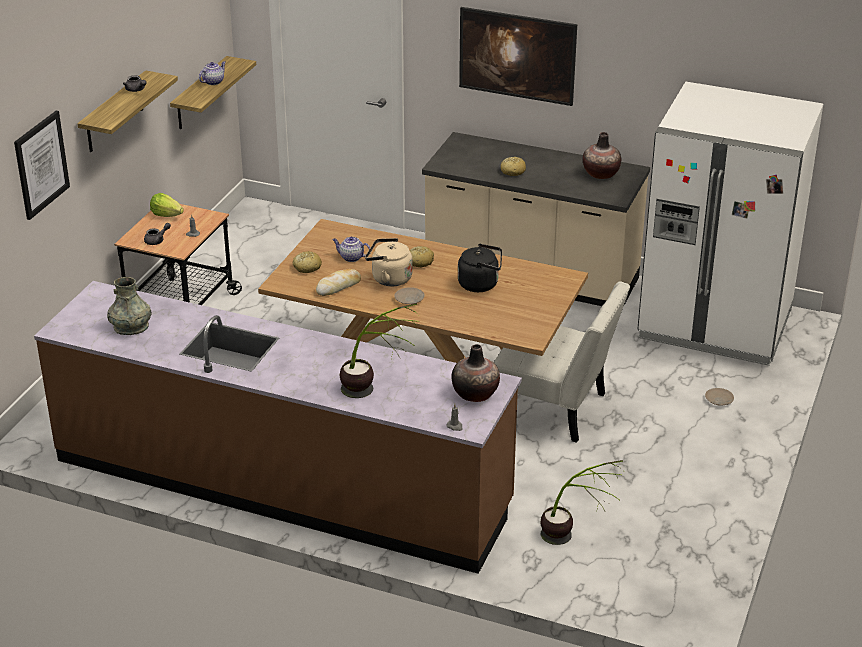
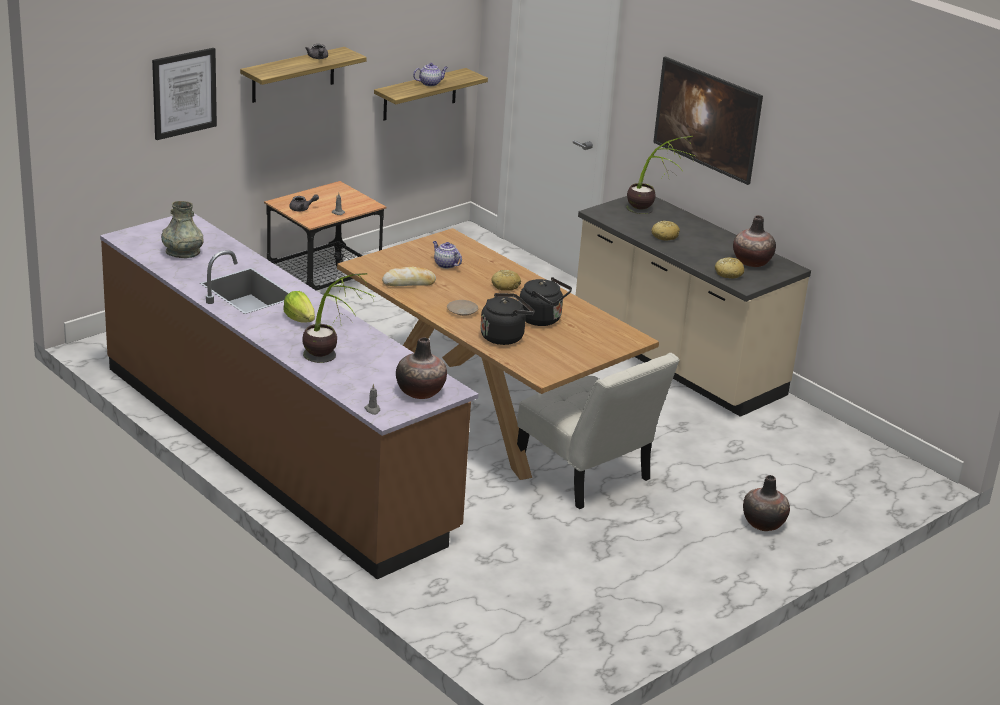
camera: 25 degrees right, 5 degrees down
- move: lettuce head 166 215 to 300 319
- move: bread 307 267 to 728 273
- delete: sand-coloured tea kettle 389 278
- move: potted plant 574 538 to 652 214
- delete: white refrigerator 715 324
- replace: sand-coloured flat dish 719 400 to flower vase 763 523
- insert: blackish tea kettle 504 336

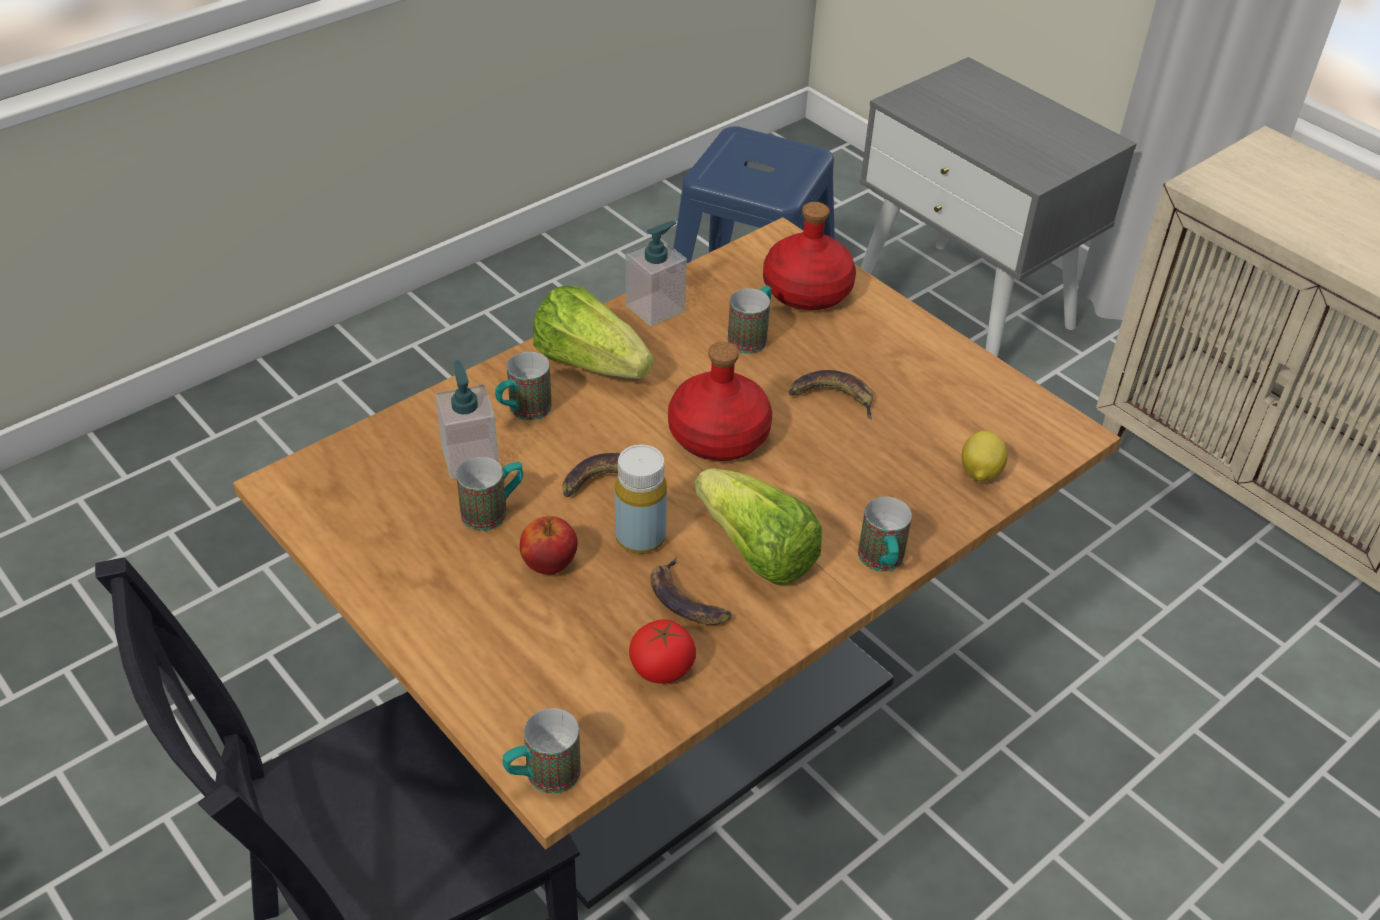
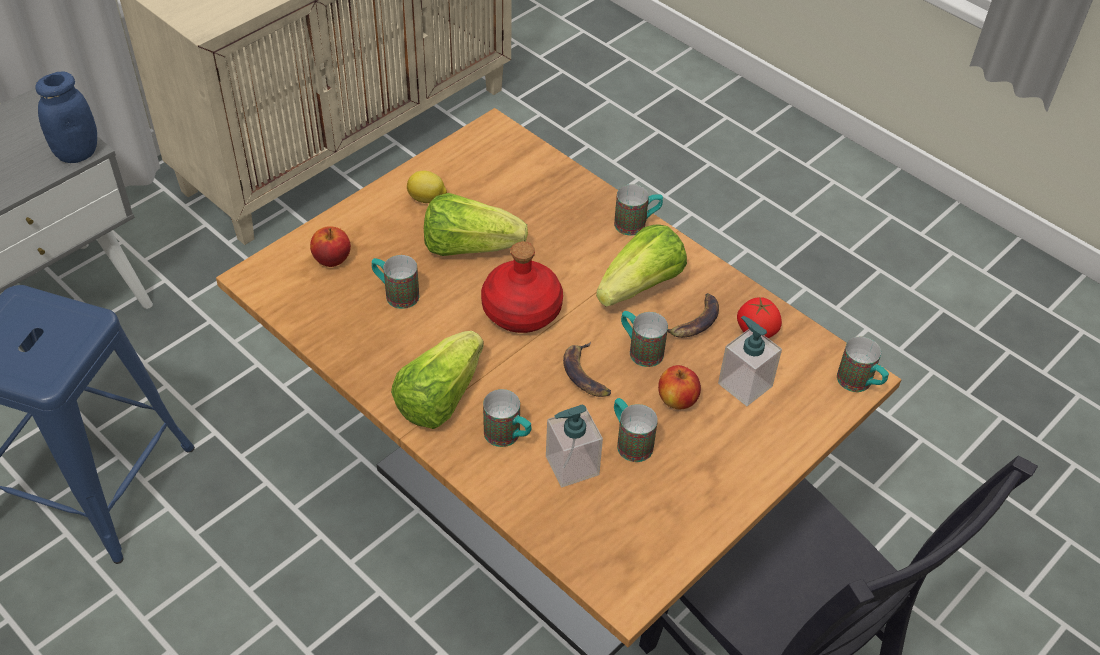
camera: 95 degrees left, 5 degrees up
- replace: yellowish bottle 640 538 to mug 640 350
- move: soap dispenser 655 308 to 744 385
- replace: reddish bottle 808 291 to apple fruit 332 259
- replace: whole banana 831 397 to lettuce head 469 246
- move: whole lemon 979 473 to 427 199
- insert: blue preserve jar 77 153

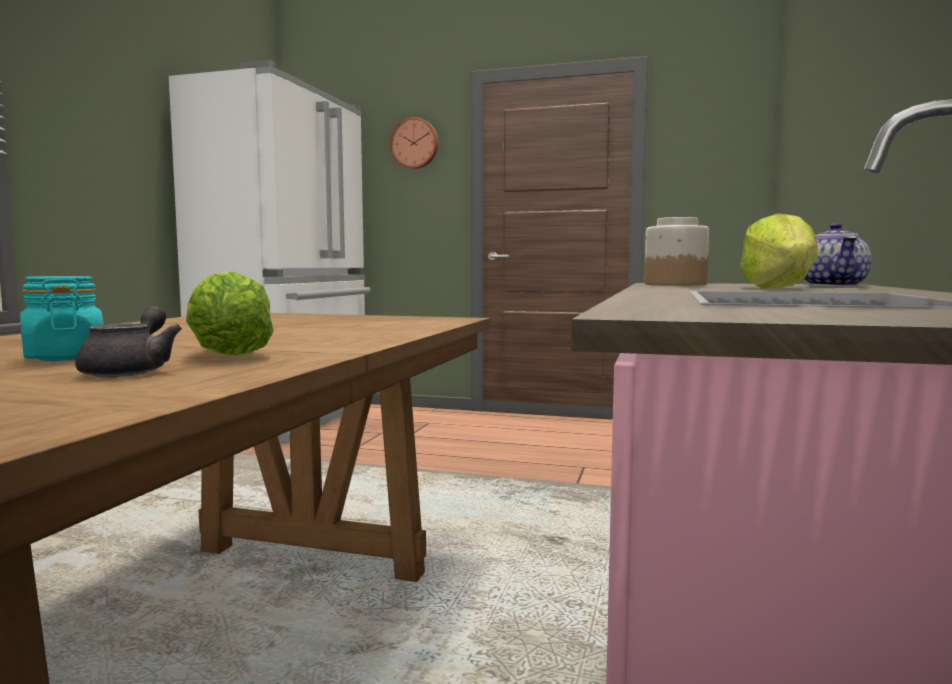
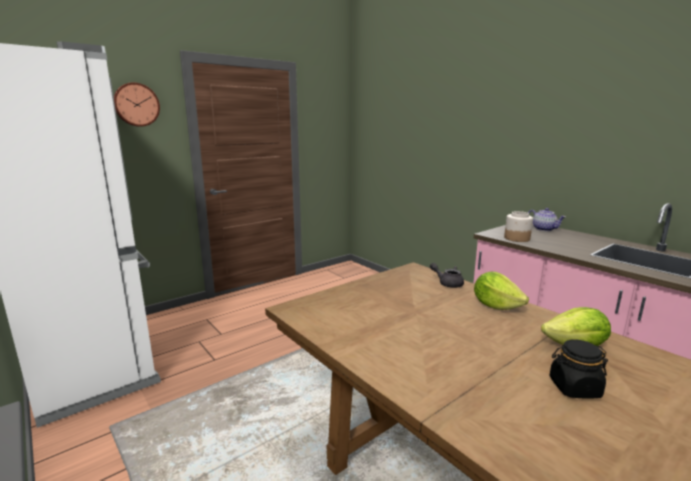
camera: 55 degrees left, 10 degrees up
- recolor: turquoise-coloured preserve jar 64 358 to blackish preserve jar 574 388
- move: grey pot for tea 132 371 to 447 283
- move: lettuce head 779 288 to 496 305

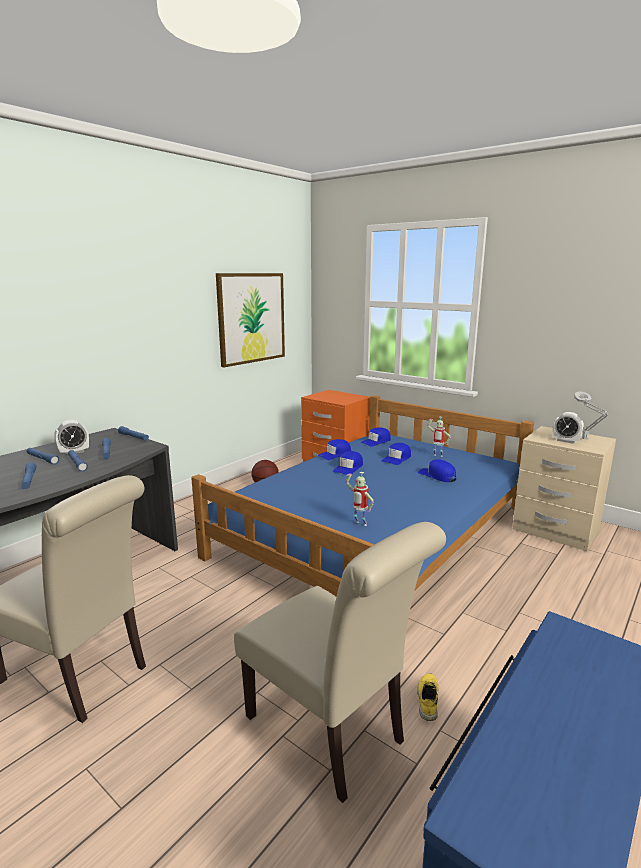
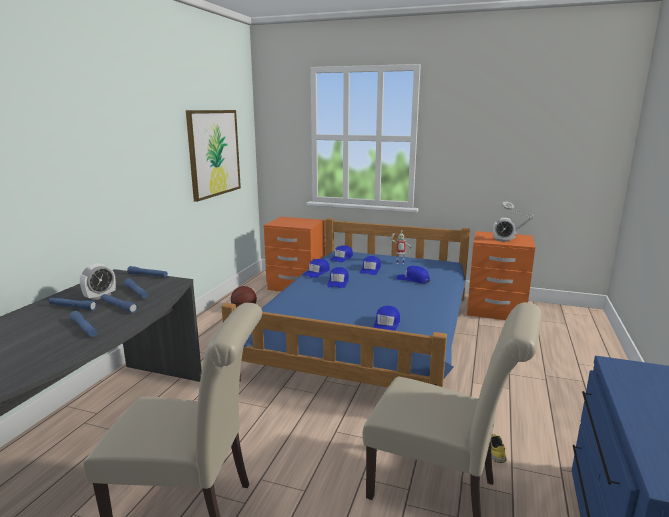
camera: 20 degrees left, 0 degrees up
- replace: toy robot 359 524 to blue cap 386 325
- recolor: sand-coloured night table 555 530 to orangey night table 495 311

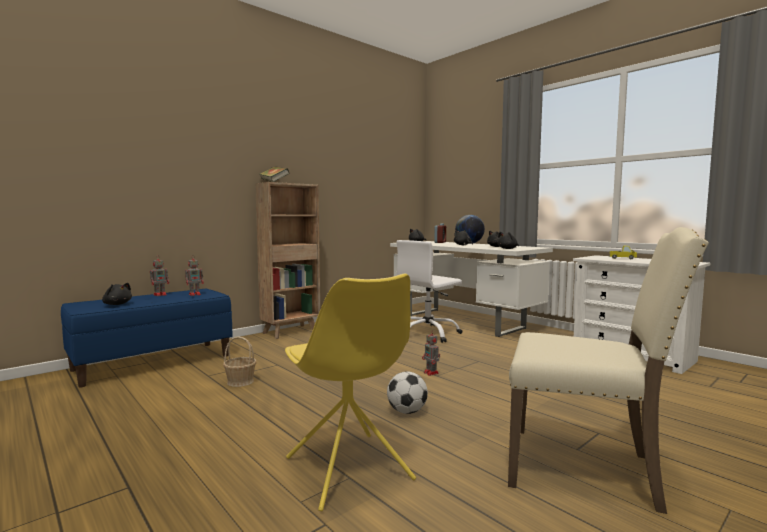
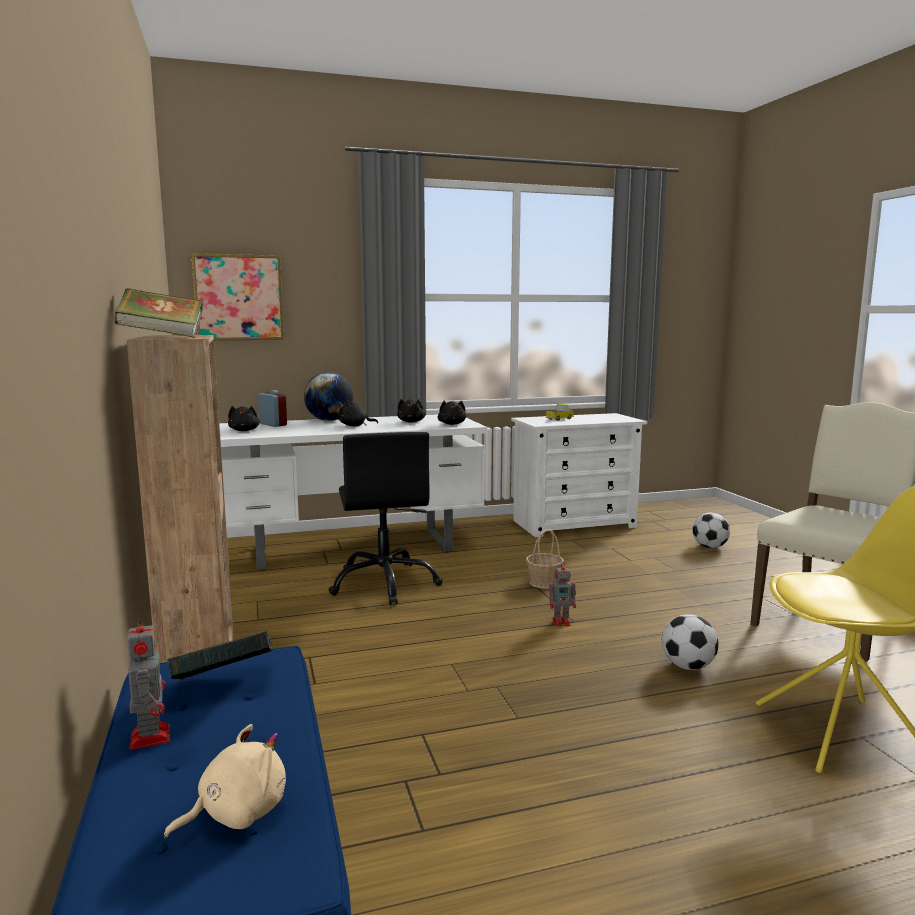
camera: 65 degrees left, 5 degrees up
- recolor: blackish plush toy 117 304 to sand-coloured plush toy 236 813
- replace: toy robot 195 294 to volume 224 683
- move: basket 240 381 to 543 582
- recolor: white computer chair 427 334 to blackish computer chair 385 583
- insert: picture 238 297
- insert: football 709 547

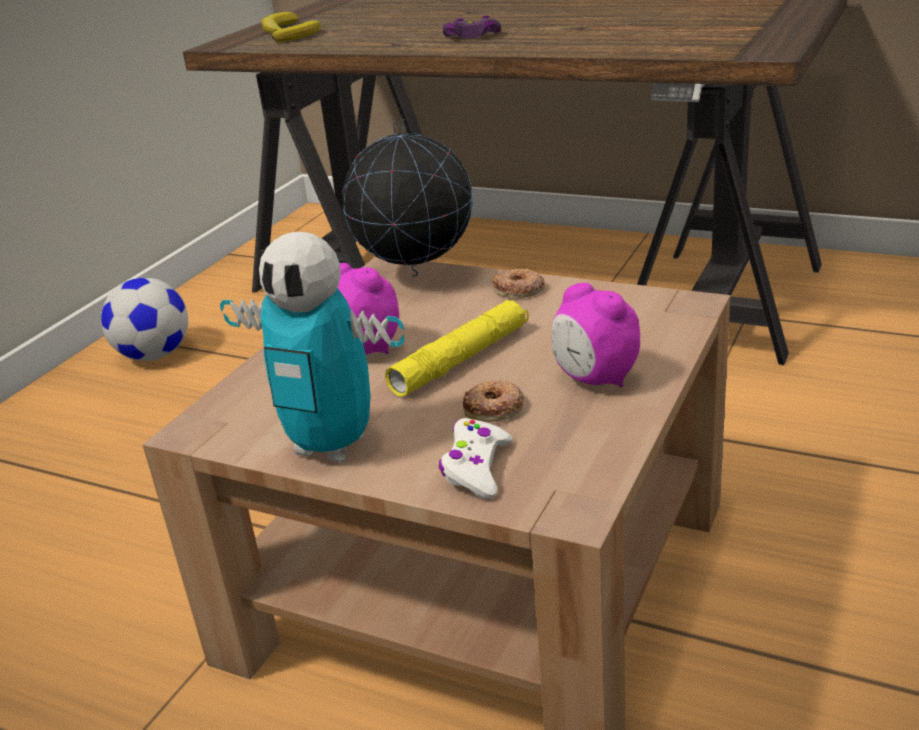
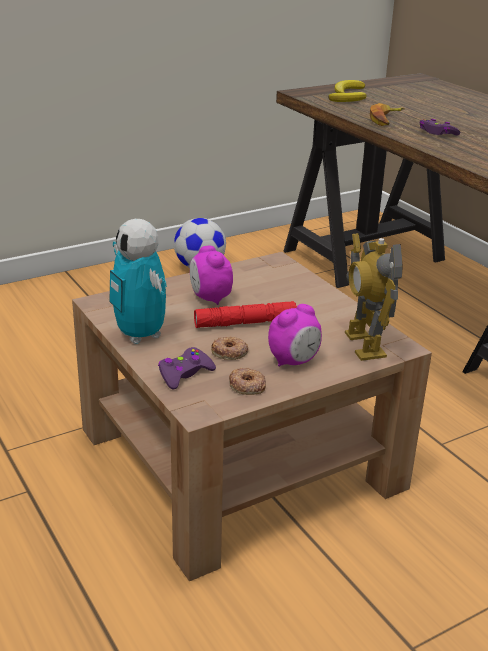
camera: 30 degrees right, 0 degrees up
- delete: globe 417 276
- recolor: yellowish torch 461 359 to reddish torch 247 323
- recolor: white joypad 476 468 to purplish joypad 184 374
- move: ring doughnut 518 289 to 247 386
- rotate: bedside clock 595 379 = 294 361 120 degrees counterclockwise
- insert: toy robot 364 345
- insert: whole banana 386 120

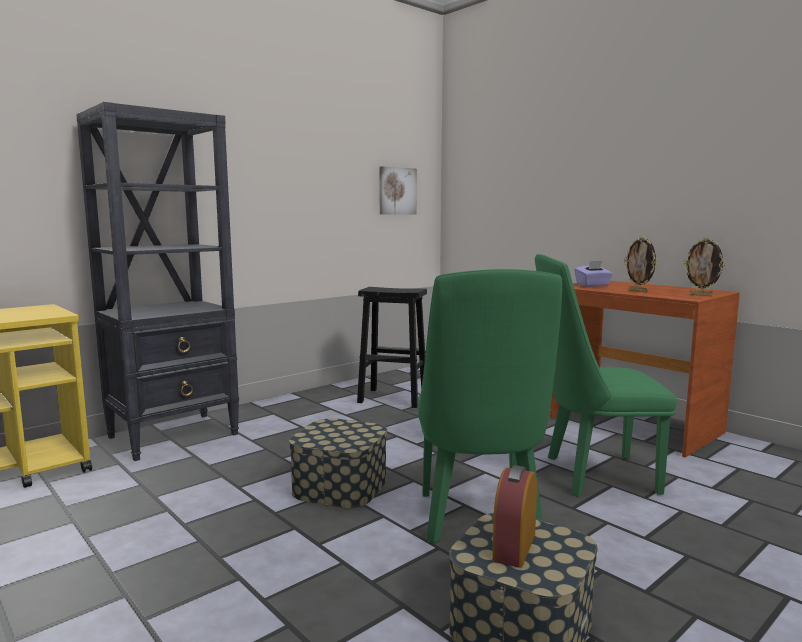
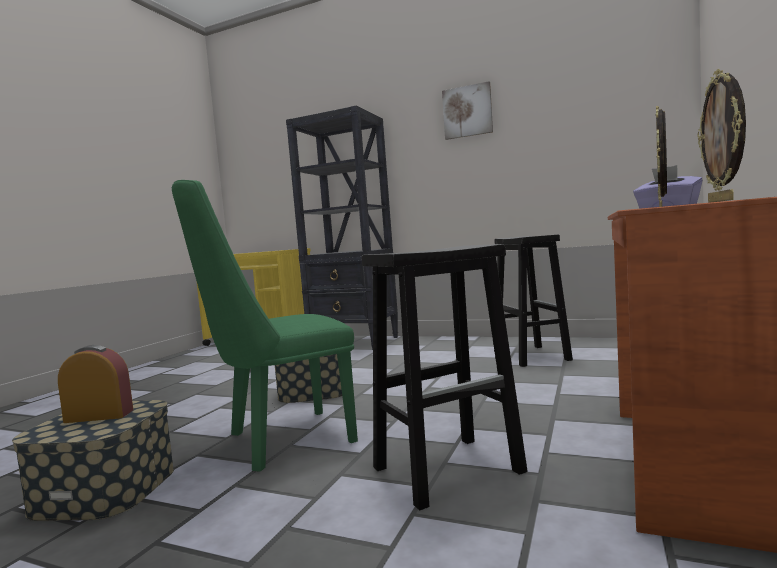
camera: 65 degrees right, 5 degrees down
- move: picture 397 191 to 467 111
- replace: green upright chair 591 475 to blackish stool 449 469

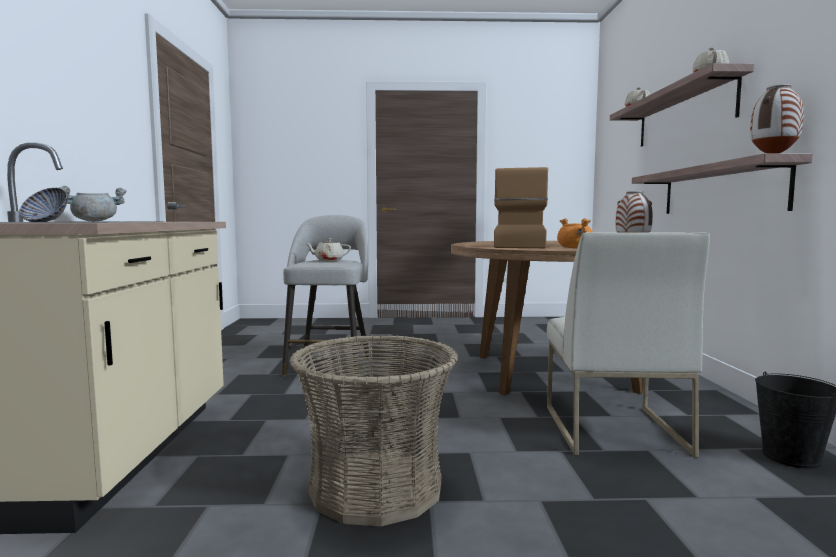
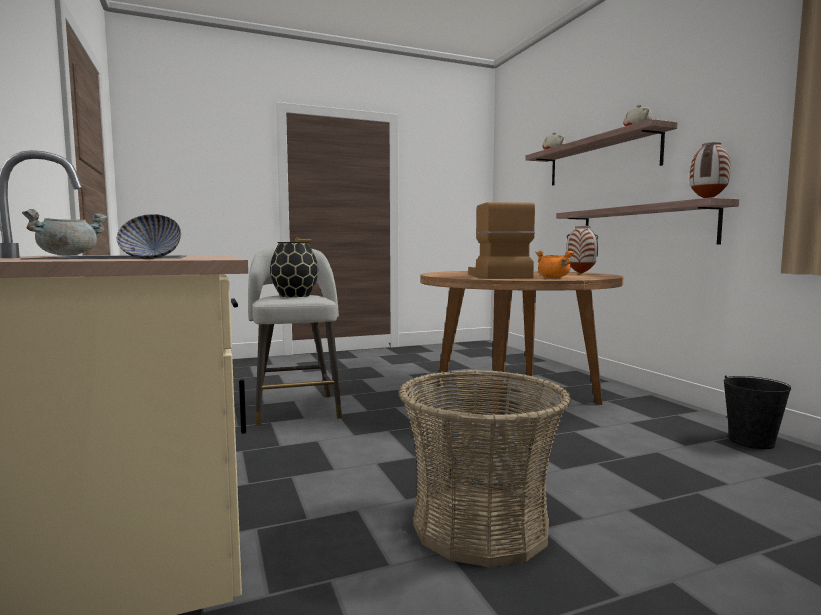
camera: 20 degrees left, 0 degrees up
- replace: sand-coloured pot for tea 328 260 to blackish flower vase 295 295
- delete: white upright chair 612 429

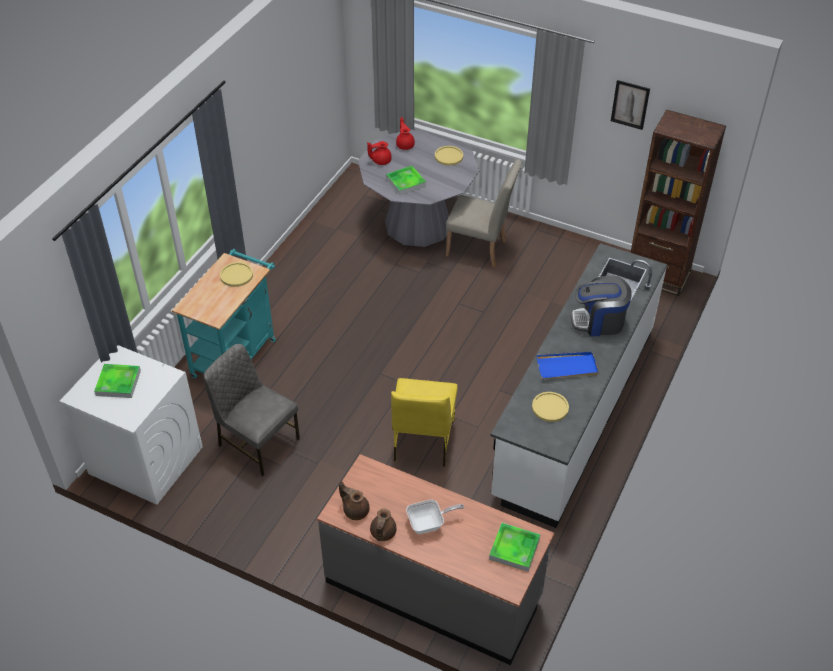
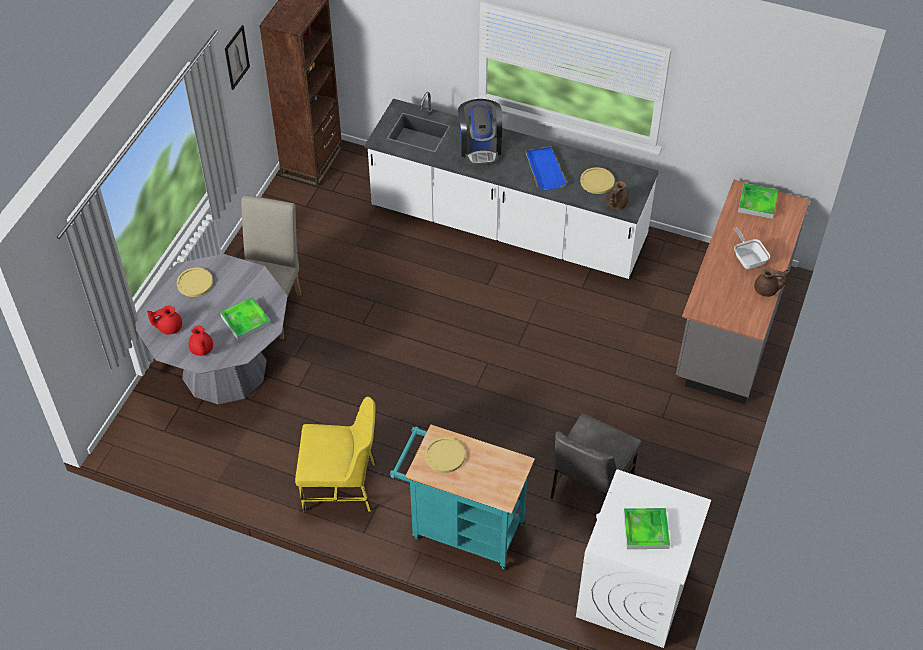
camera: 95 degrees left, 5 degrees up
- move: brown-coloured pot for tea 355 510 to 615 204
- move: yellowish upright chair 422 441 to 341 486

